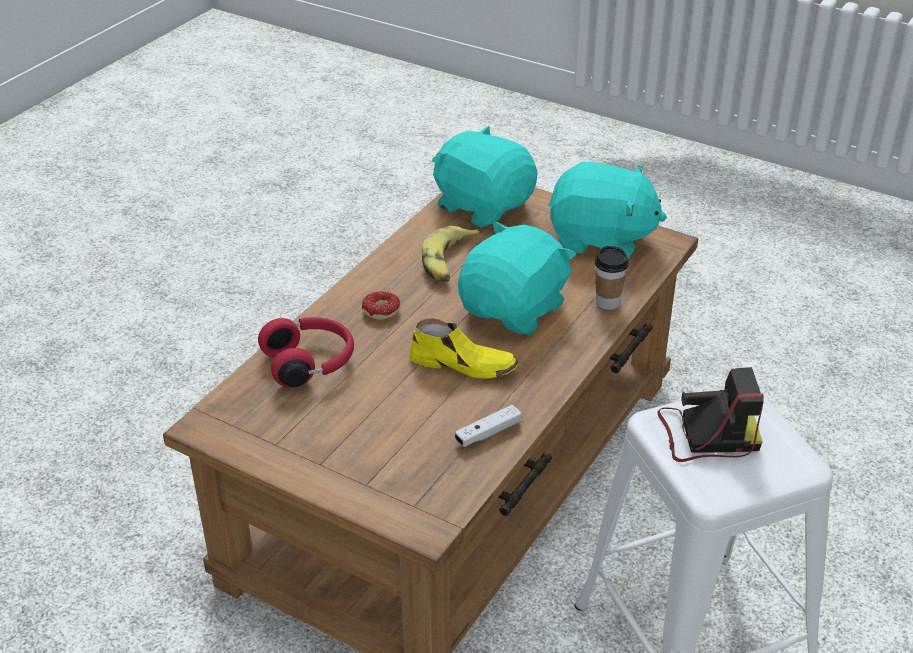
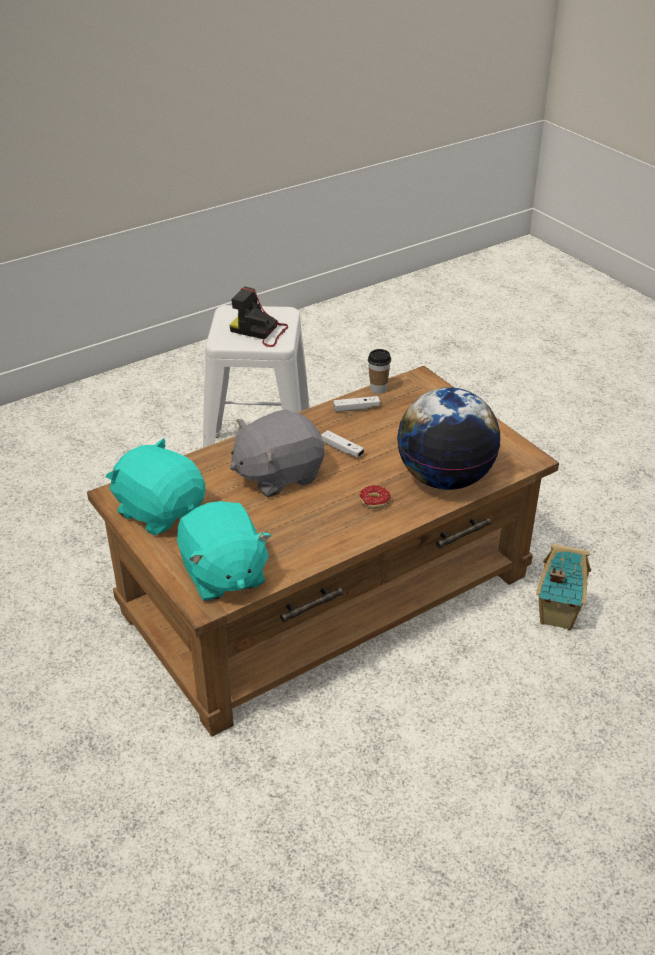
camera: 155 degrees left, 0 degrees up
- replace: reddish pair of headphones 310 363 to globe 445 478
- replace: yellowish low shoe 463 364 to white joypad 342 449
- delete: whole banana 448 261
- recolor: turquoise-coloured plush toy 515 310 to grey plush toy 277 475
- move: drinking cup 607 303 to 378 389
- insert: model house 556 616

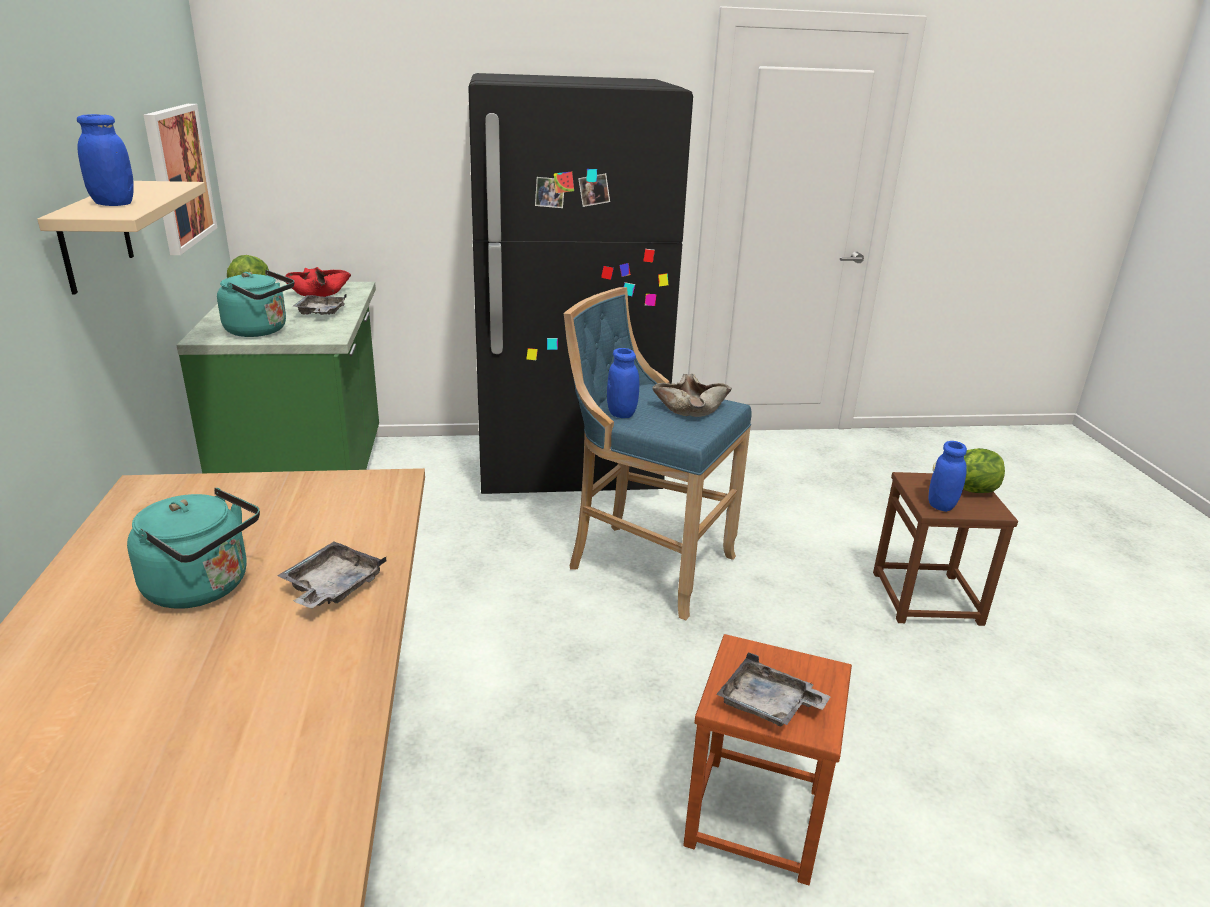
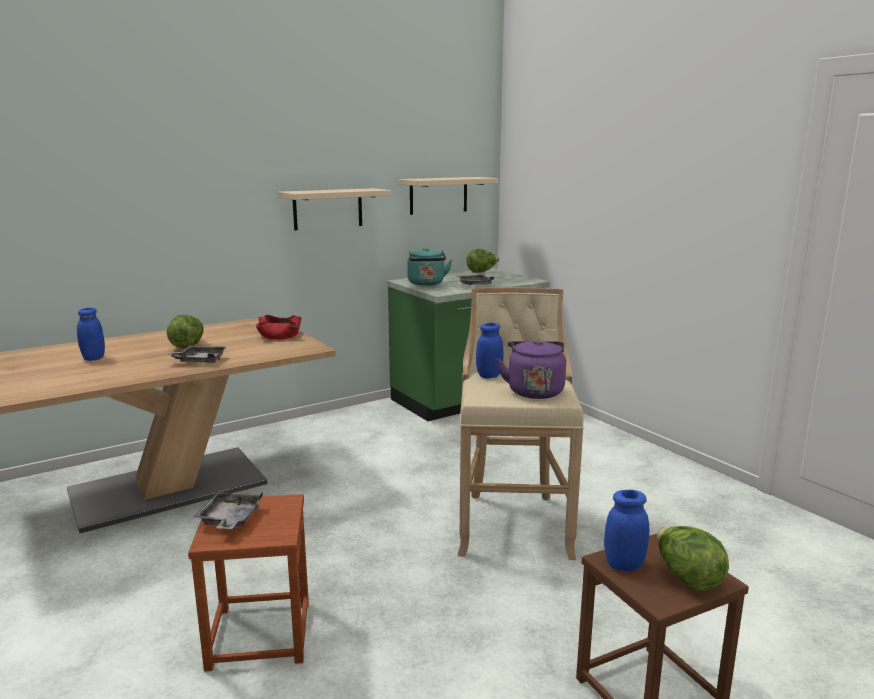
camera: 65 degrees right, 10 degrees down
- move: blue preserve jar 113 204 to 93 358
- replace: turquoise-coloured tea kettle 203 588 to lettuce head 187 345
- replace: picture 179 176 to sand-coloured bracket shelf 438 195
- move: reddish serving bowl 318 292 to 280 335
- delete: blackish refrigerator 567 466
- recolor: blue stool 645 564 to sand-coloured stool 513 523
- replace: sand-coloured serving bowl 690 408 to purplish tea kettle 534 391

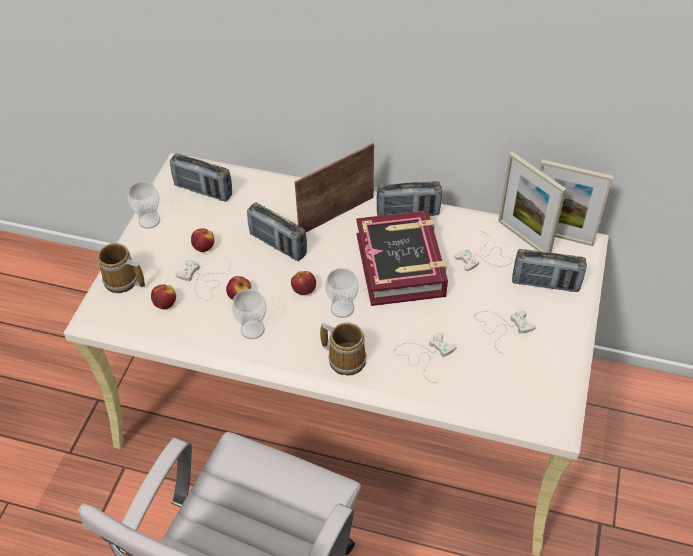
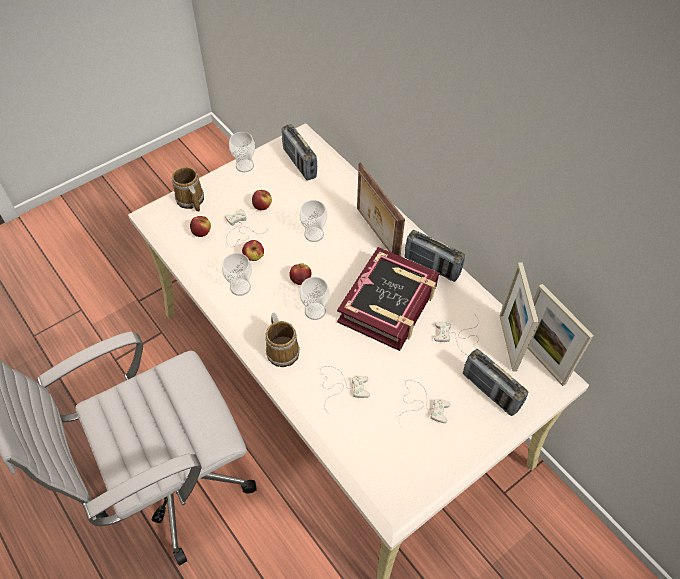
camera: 35 degrees right, 5 degrees up
- replace: radio set 278 245 to drinking cup 314 234
- rotate: photo frame 335 214 = 376 235 120 degrees counterclockwise

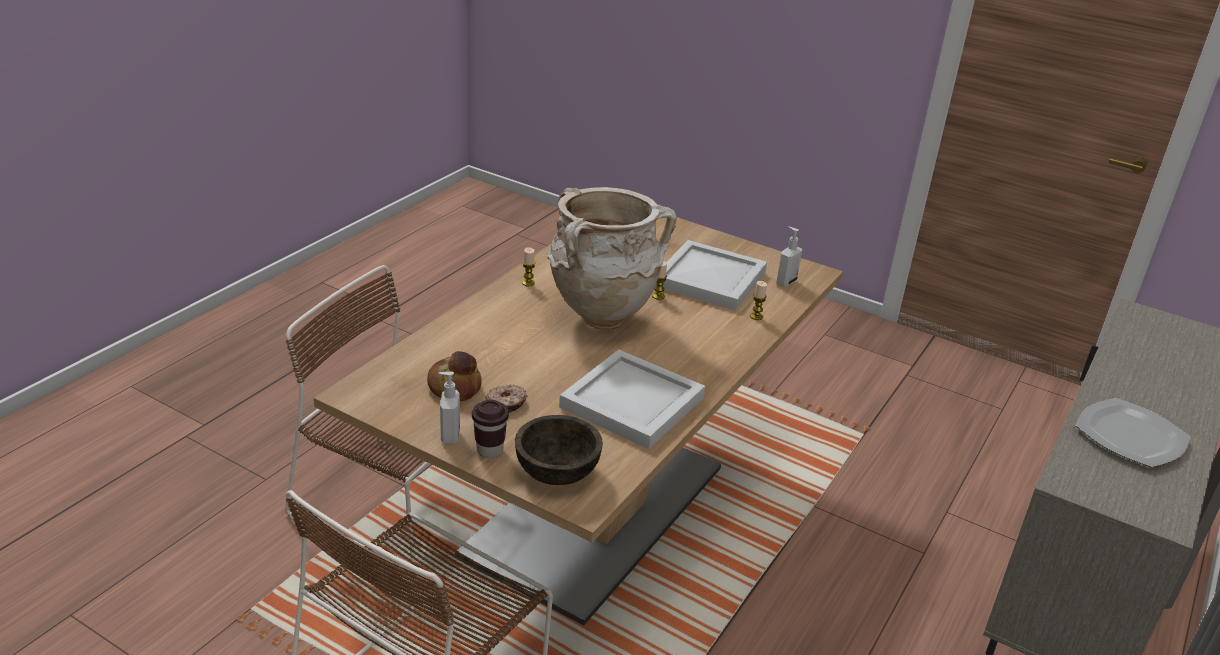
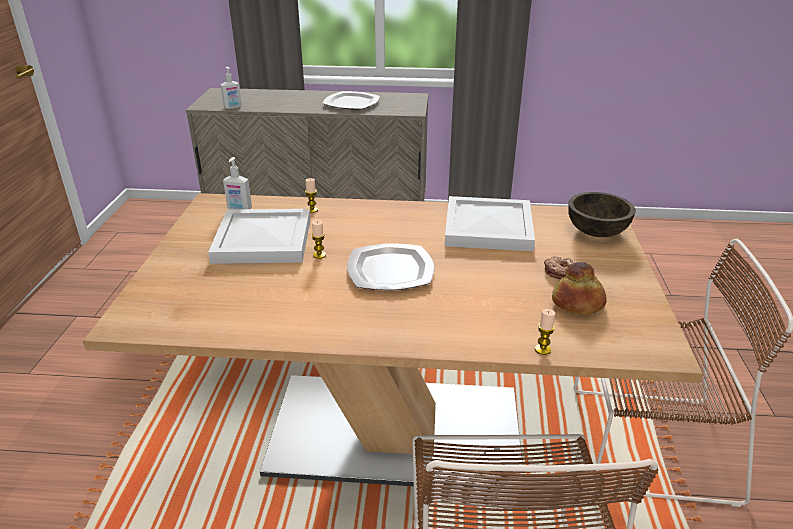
camera: 115 degrees left, 0 degrees up
- move: soap dispenser 449 435 to 233 107
- delete: brown-coloured drinking cup 489 450
- move: candle 528 283 to 542 349
- replace: sand-coloured flower vase 600 320 to flat dish 391 270

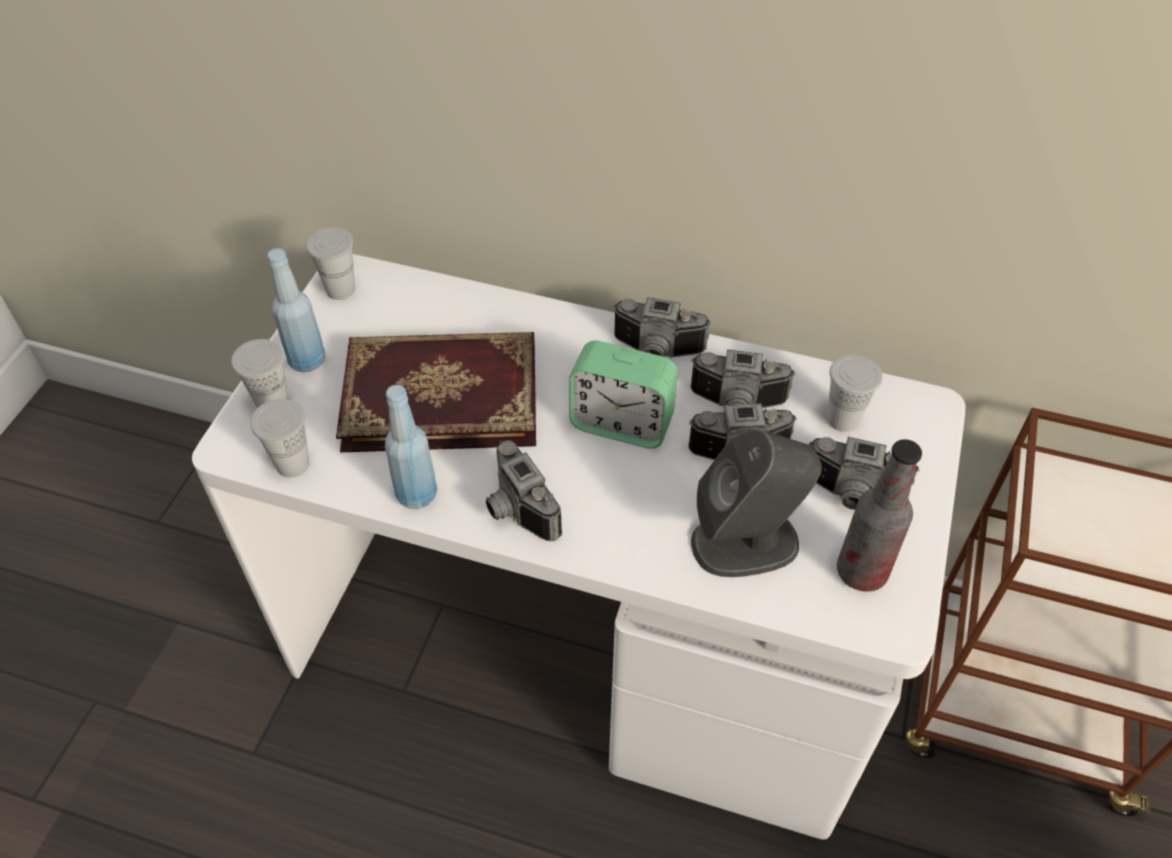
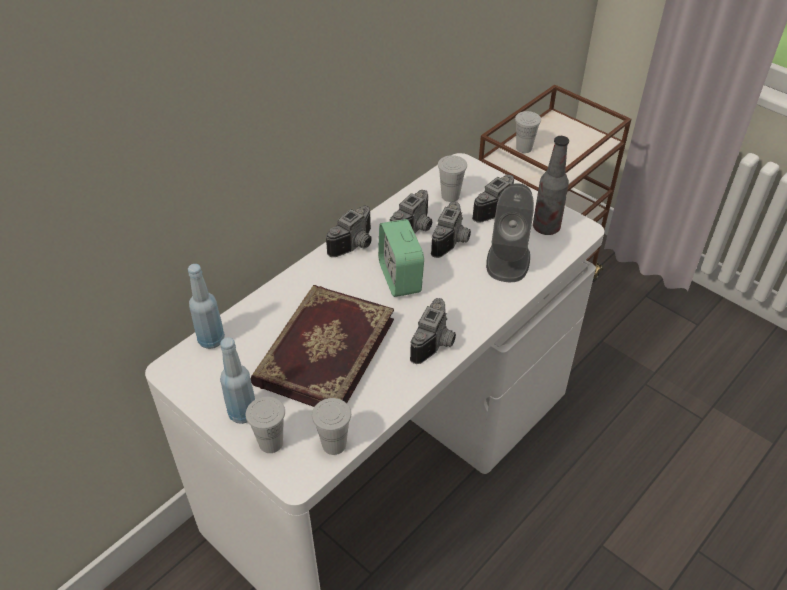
camera: 65 degrees left, 5 degrees down
- move: white drinking cup 341 290 to 524 148
- move: blue bottle 416 494 to 211 340
- rotate: still camera 515 510 = 436 344 60 degrees counterclockwise
- rotate: bedside clock 621 423 = 400 278 120 degrees clockwise

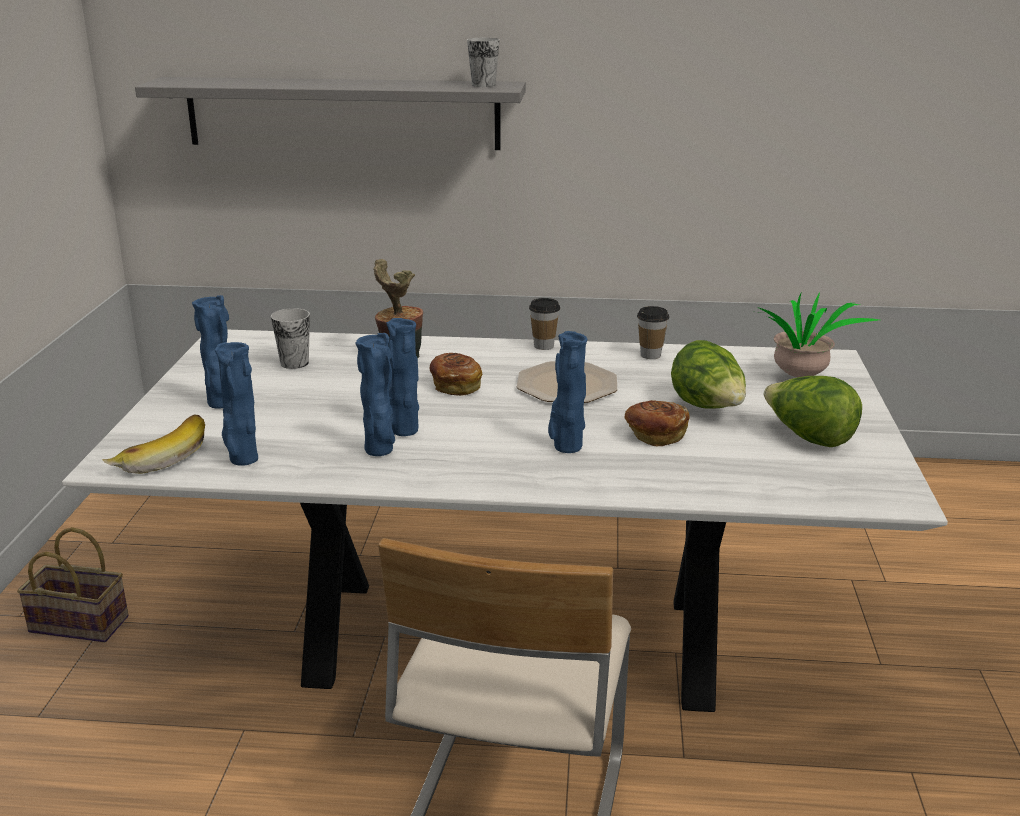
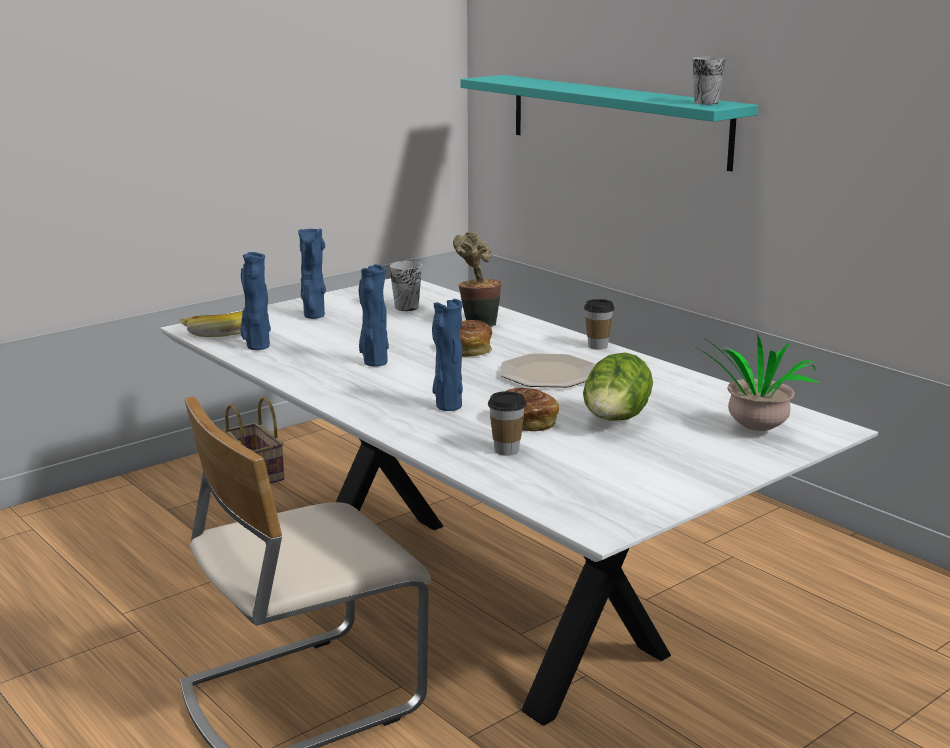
camera: 45 degrees right, 5 degrees down
- recolor: grey bracket shelf 342 113 to turquoise-coloured bracket shelf 616 120
- delete: blue flower vase 380 451
- move: drinking cup 650 355 to 506 450
- delete: lettuce head 808 438

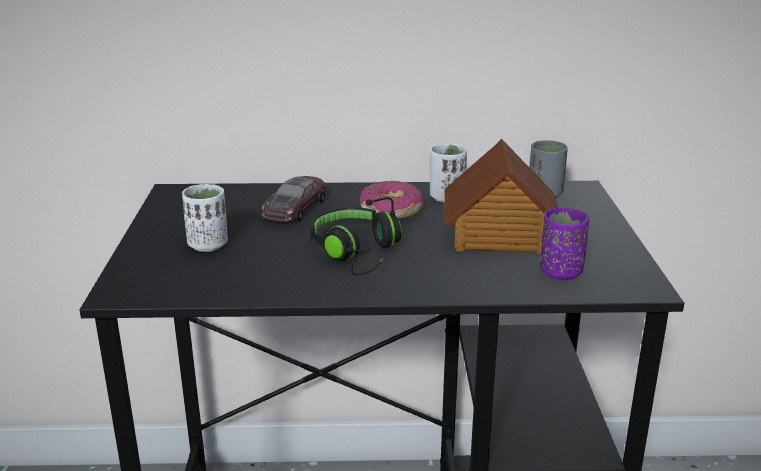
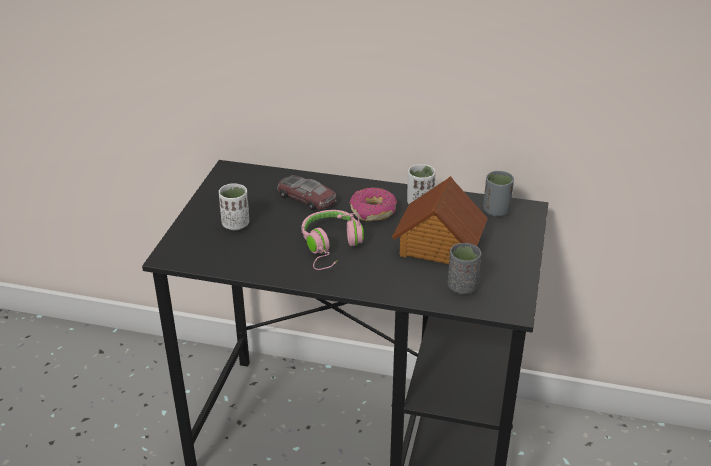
camera: 15 degrees right, 10 degrees up
- rotate: miniature car 295 208 = 306 198 90 degrees clockwise
- recolor: blackish pair of headphones 357 253 to pink-coloured pair of headphones 331 247
- recolor: purplish drinking cup 560 272 to grey drinking cup 462 287

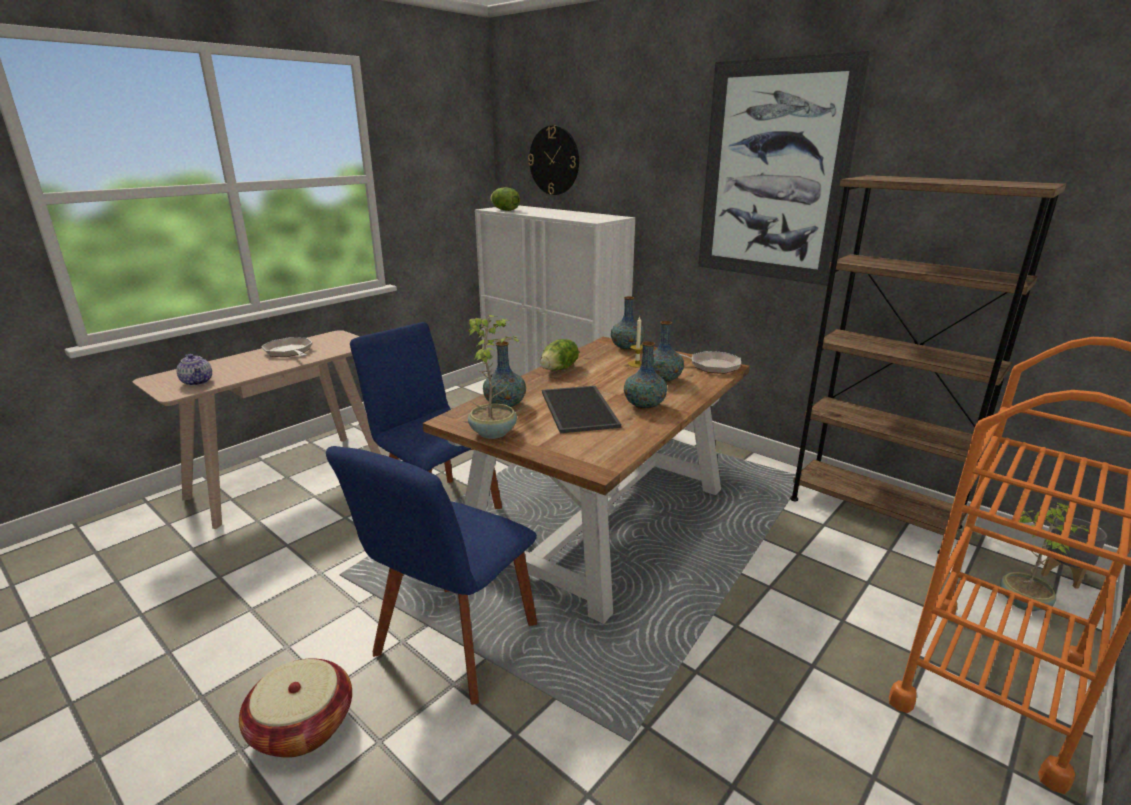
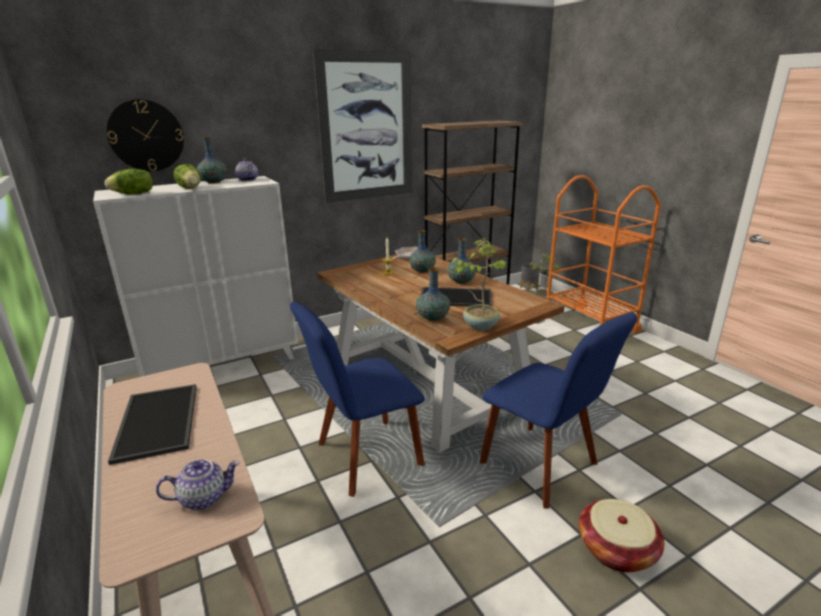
camera: 70 degrees left, 0 degrees up
- replace: pan 289 352 to tray 159 421
- move: lettuce head 559 369 to 190 188
- move: flower vase 627 348 to 214 182
- insert: pot for tea 247 180

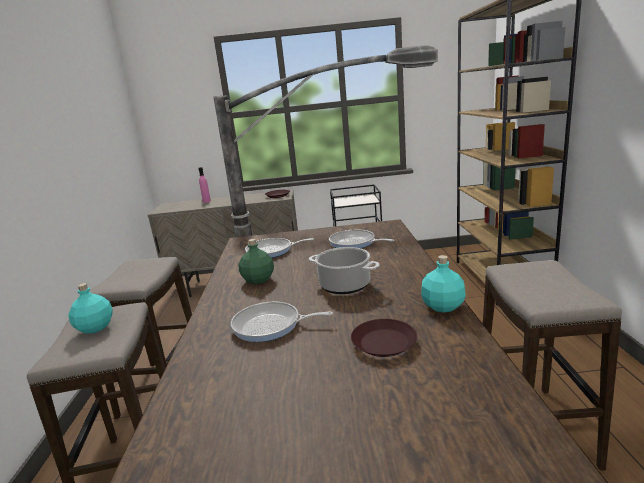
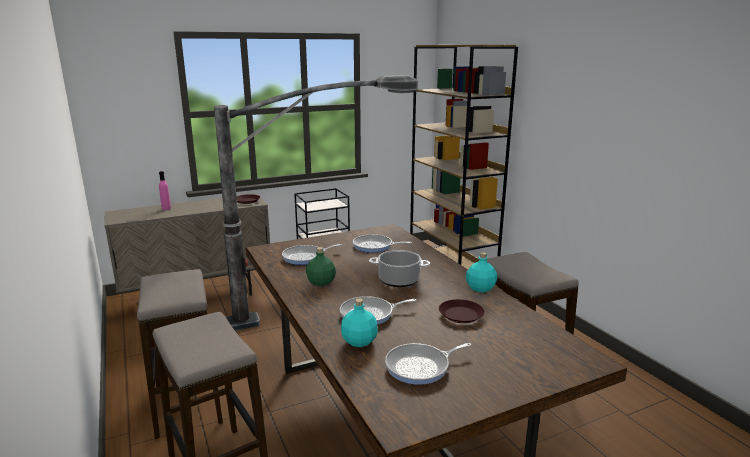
camera: 25 degrees left, 0 degrees up
- move: turquoise-coloured bottle 95 328 to 359 341
- insert: pan 420 367

